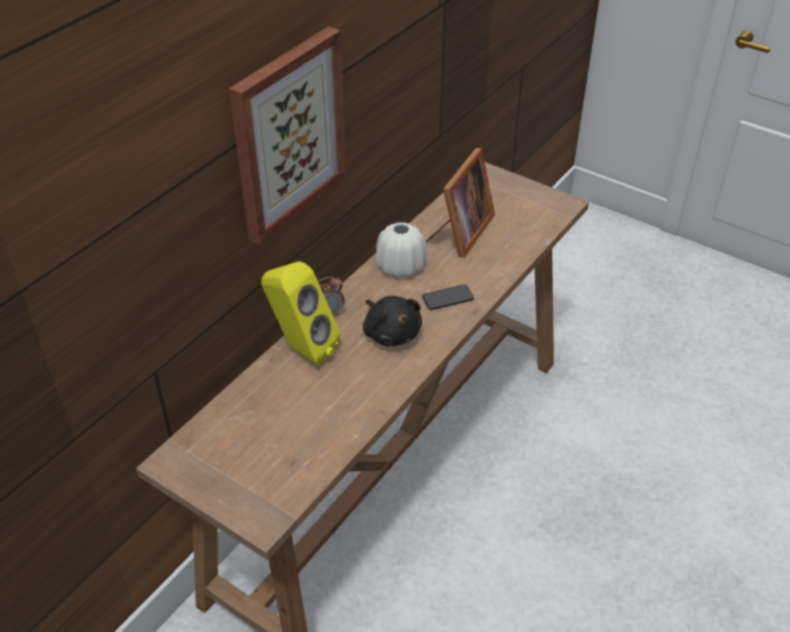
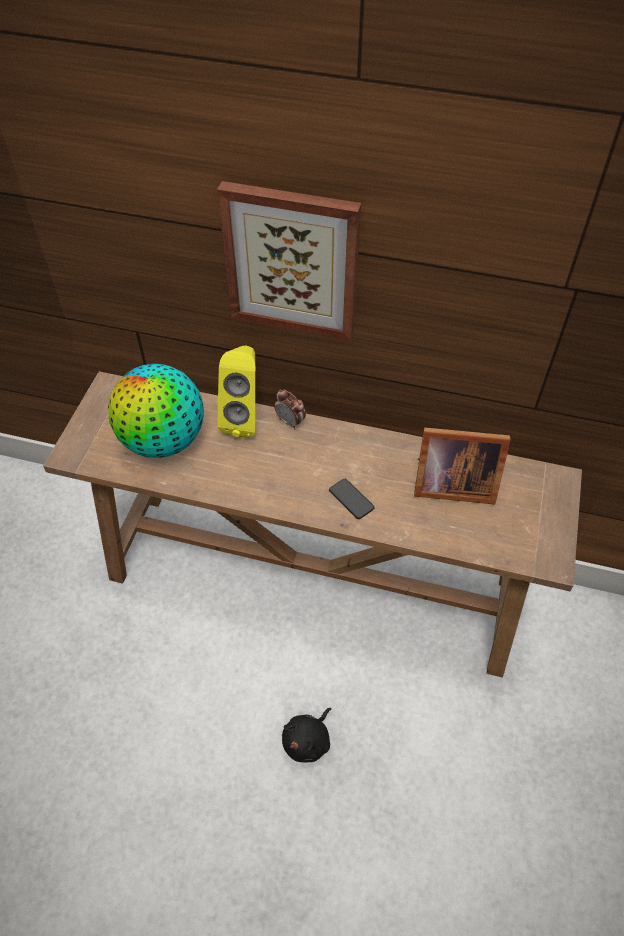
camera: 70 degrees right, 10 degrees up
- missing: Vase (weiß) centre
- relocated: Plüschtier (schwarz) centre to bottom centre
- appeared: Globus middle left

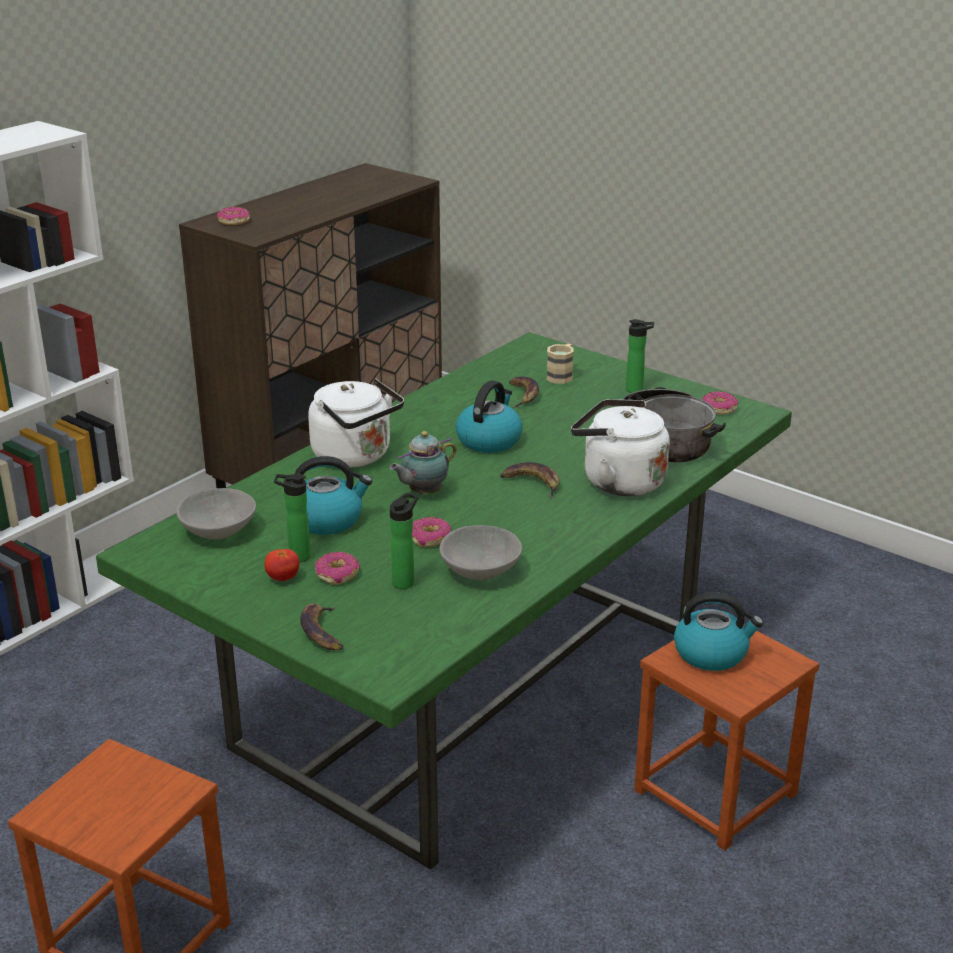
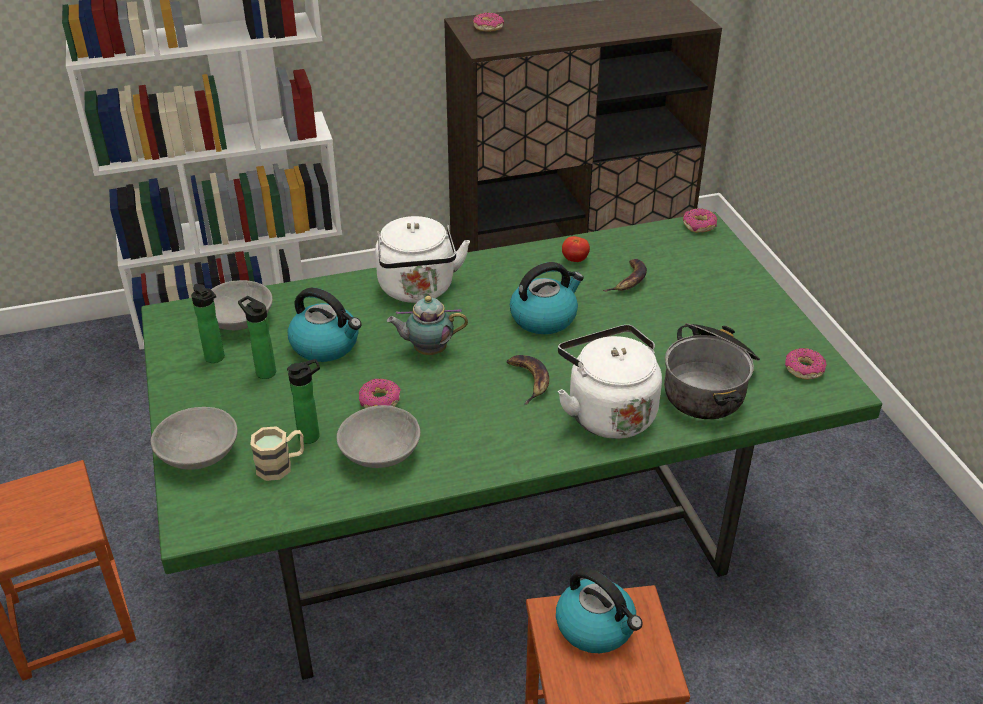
camera: 35 degrees right, 10 degrees up
- relocated: Flasche (no. 3 from left in the first image) middle right to Flasche (no. 1 from left) middle left
- relocated: Henkelbecher (beige) centre to middle left
- relocated: Tomate middle left to centre
- relocated: Donut (no. 2 from left in the first image) centre to Donut (no. 3 from left) top right
- exchanged: Banane (no. 1 from left) centre to Schüssel (grau) (no. 1 from left) middle left

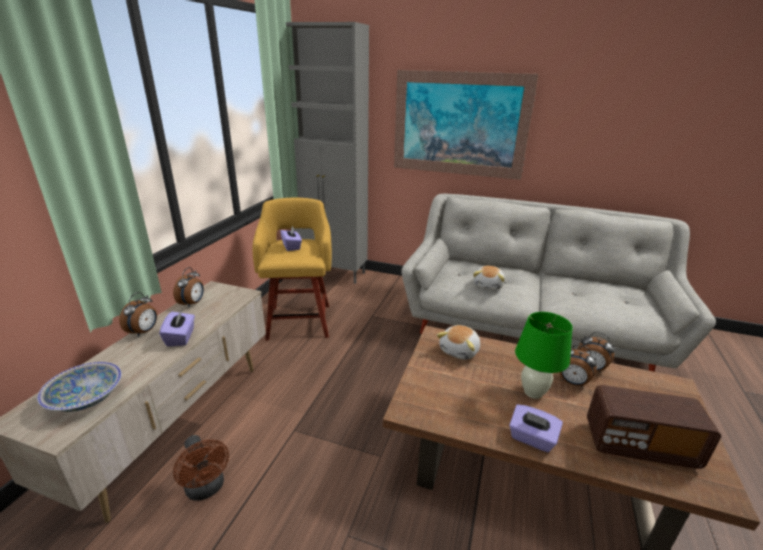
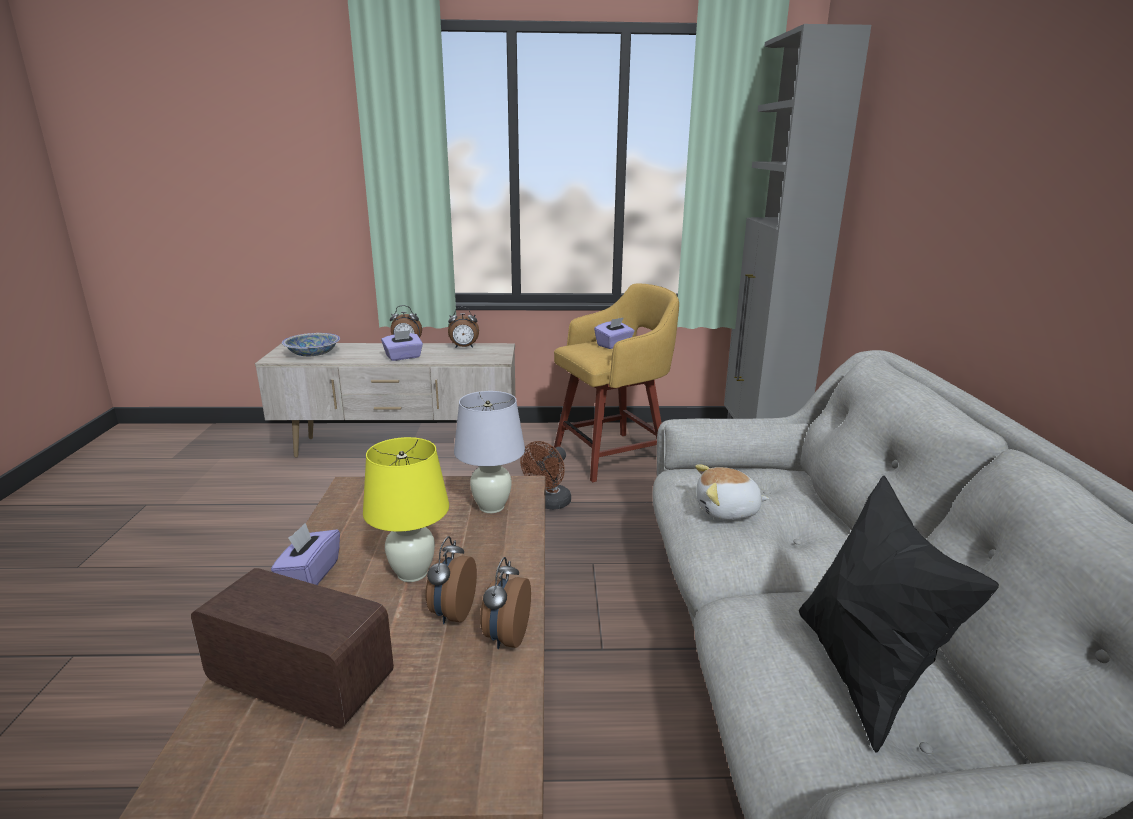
camera: 70 degrees right, 5 degrees down
- missing: Bild top centre
- colour: Tischlampe (grün) middle right to Tischlampe (gelb) centre
- exchanged: Plüschtier (no. 1 from left) centre to Tischlampe (weiß) centre
- spun: Radio bottom right = bottom left 120 degrees clockwise
- relocated: Ventilator (braun) bottom left to centre
- appeared: Kissen (schwarz) bottom right

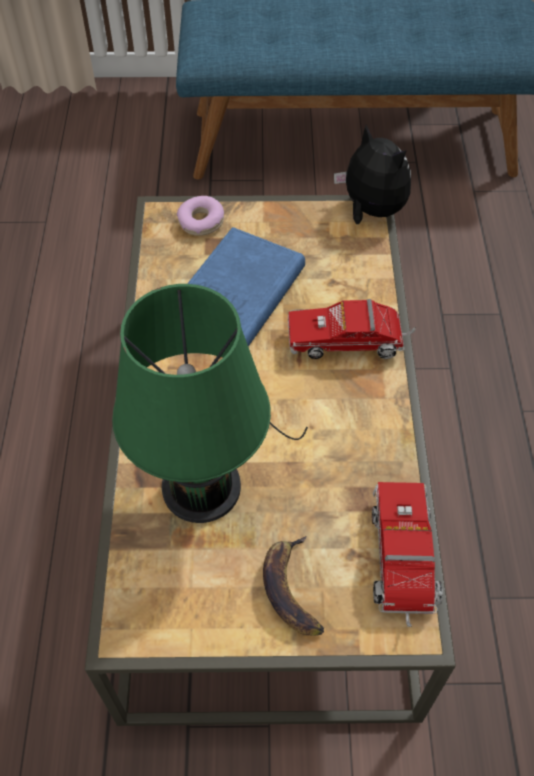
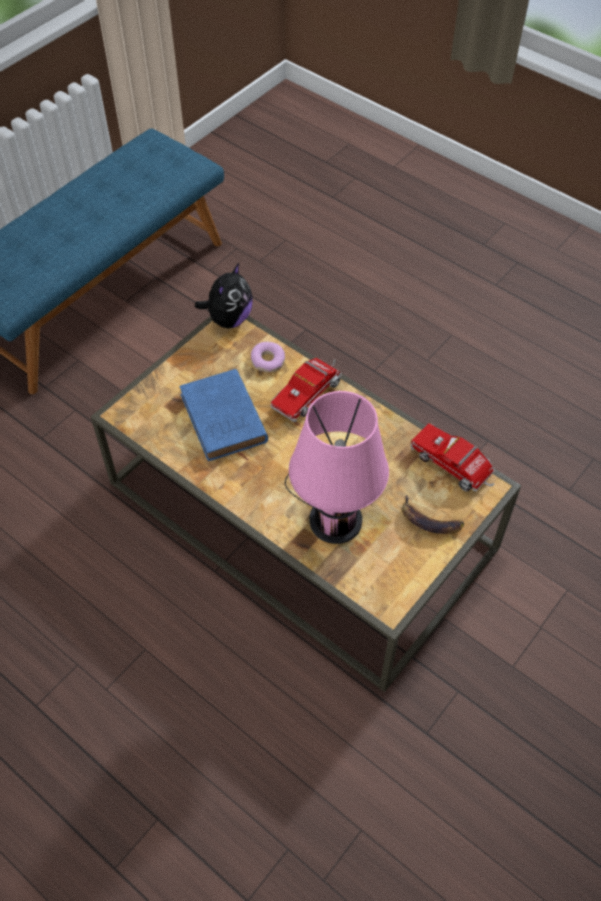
camera: 50 degrees left, 0 degrees up
- spun: Plüschtier top right = top centre 120 degrees clockwise
- relocated: Donut top centre to centre
- colour: Tischlampe (grün) centre to Tischlampe (rosa) centre

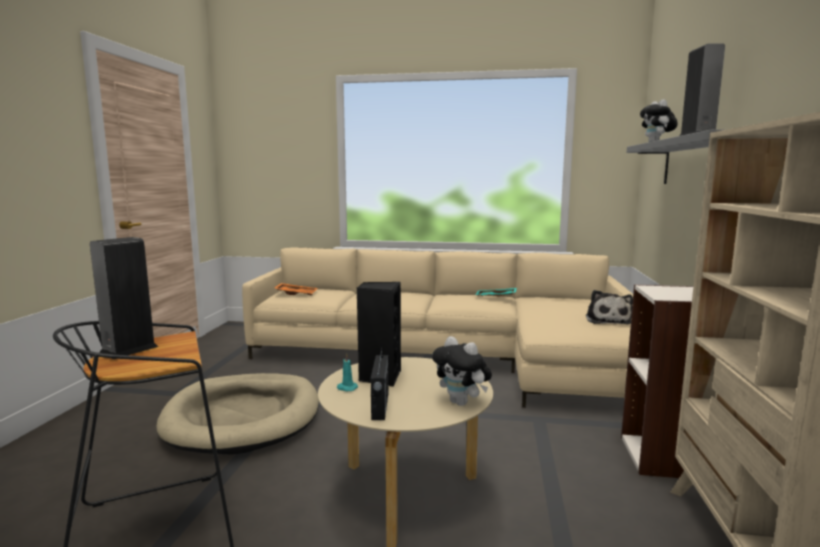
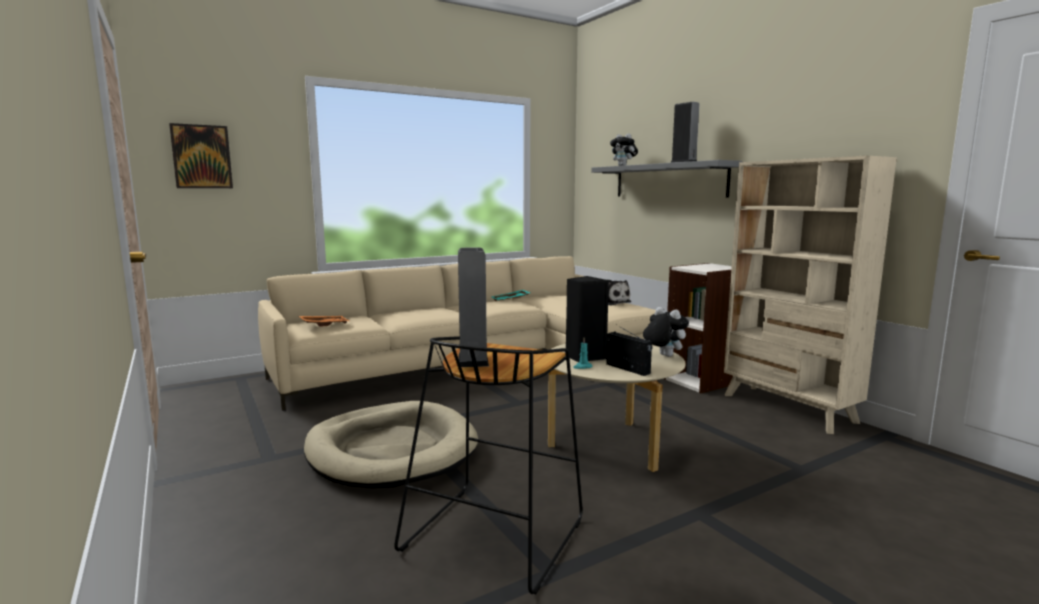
camera: 40 degrees left, 0 degrees up
- spun: Plüschtier (no. 1 from left in the first image) bottom centre = centre 135 degrees counterclockwise
- appeared: Bild top left

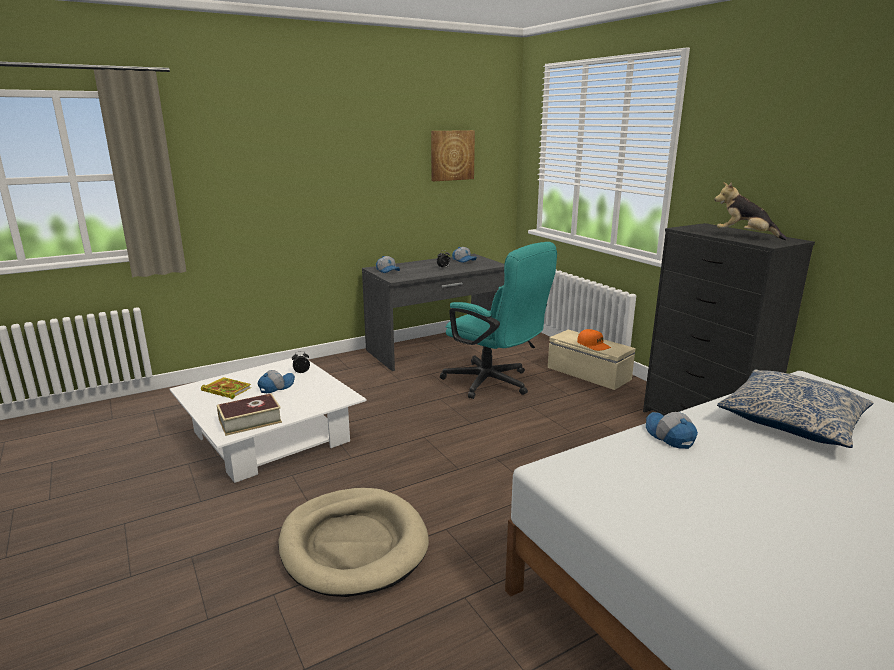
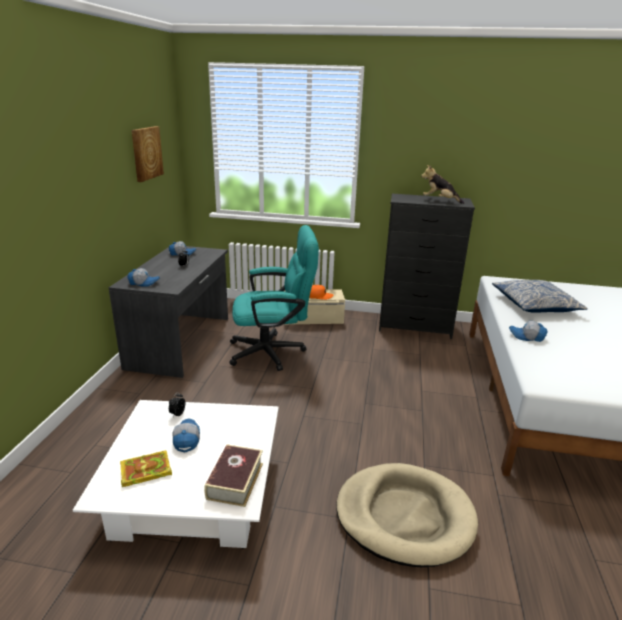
camera: 50 degrees left, 5 degrees up
- spun: Plüschtier top right = top right 45 degrees clockwise

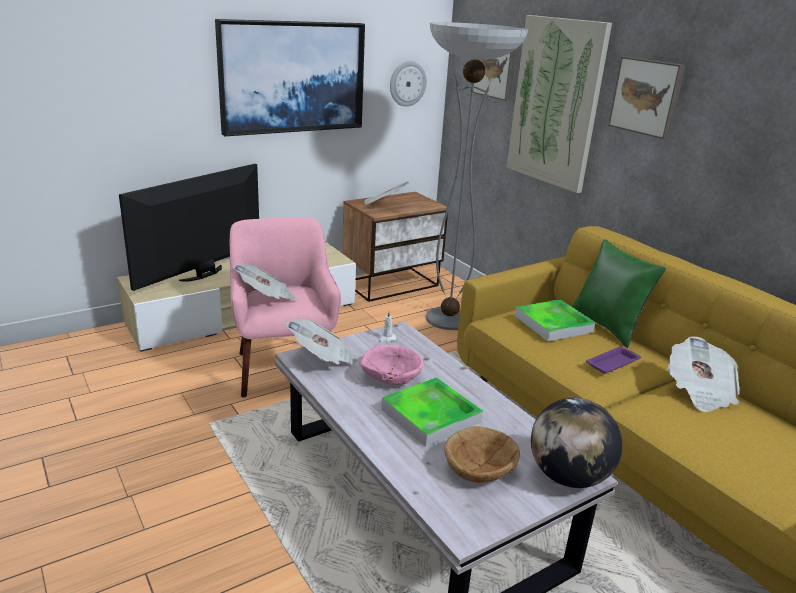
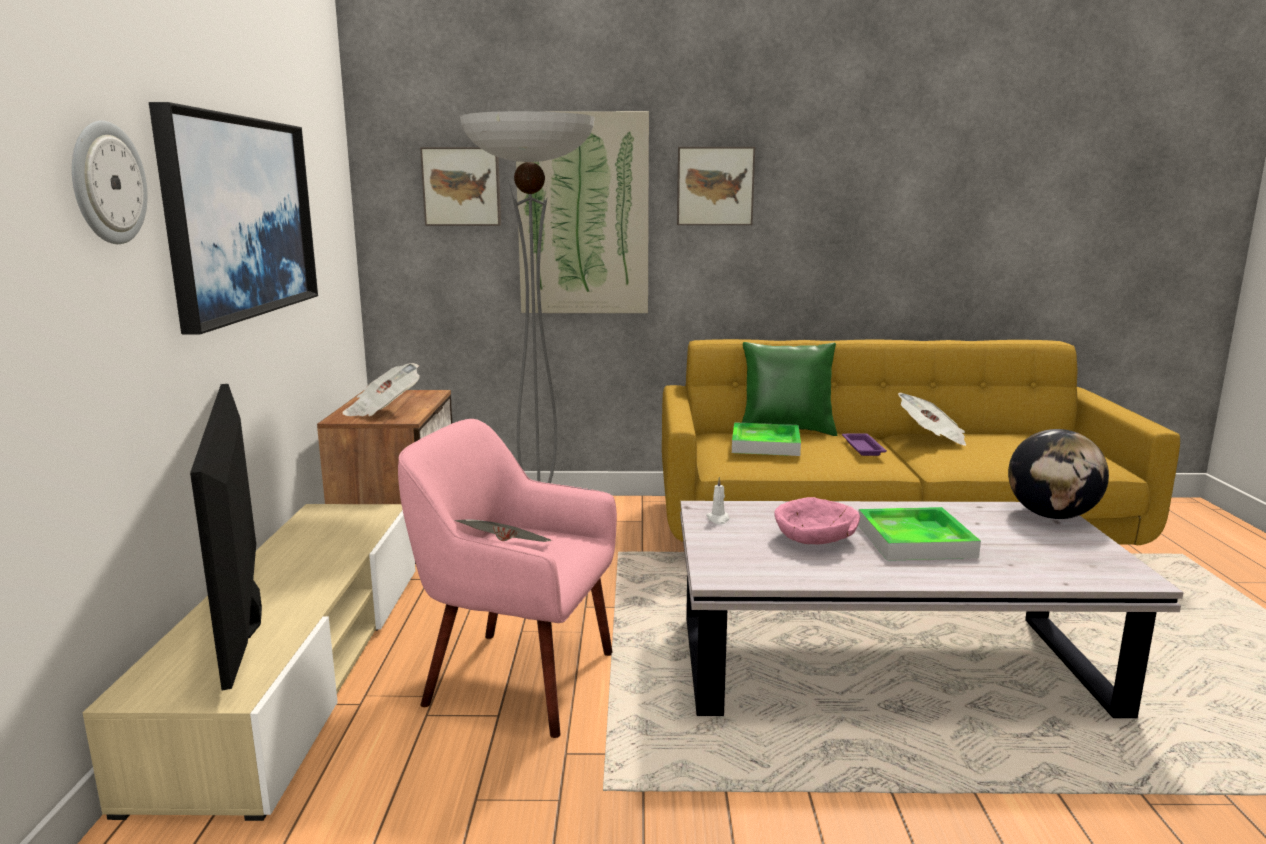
camera: 55 degrees left, 10 degrees down
- relocated: Wanduhr top centre to top left
- missing: Zeitung (no. 2 from left) centre
- missing: Schüssel (braun) bottom centre

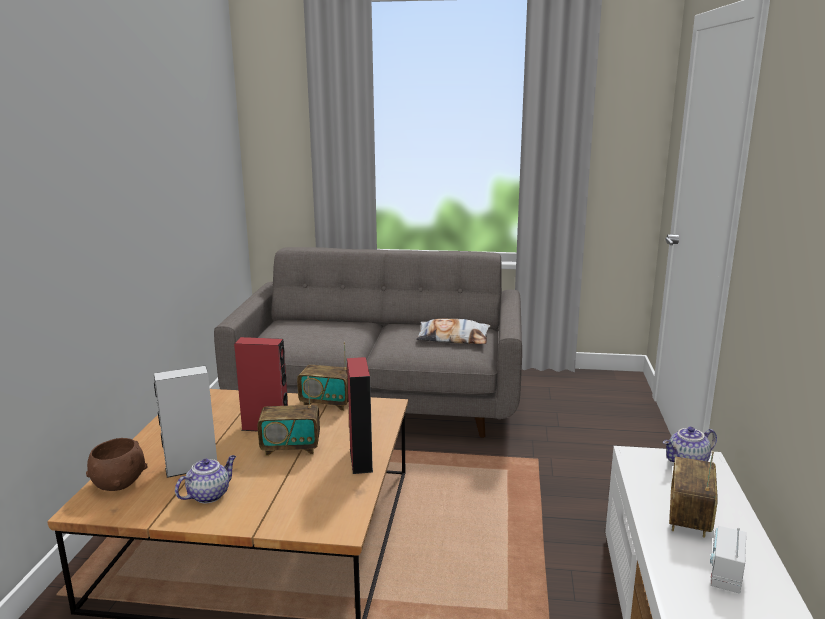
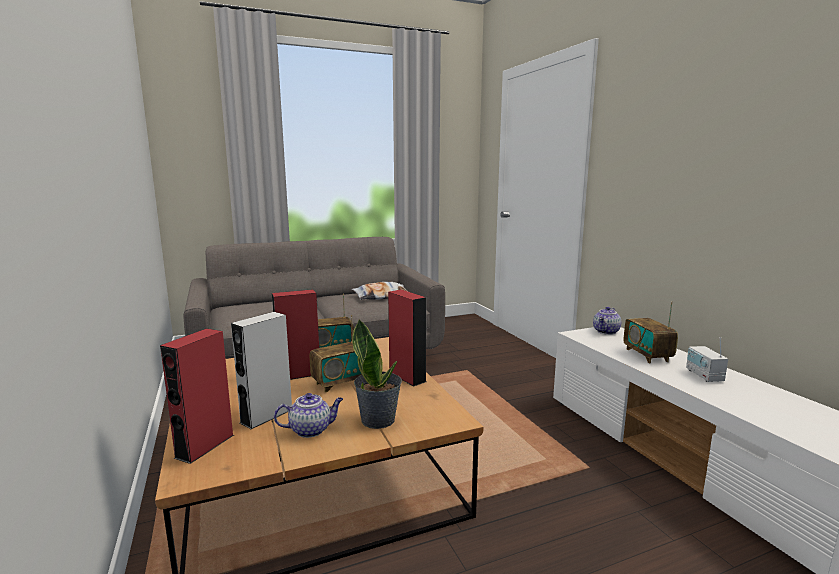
camera: 30 degrees left, 5 degrees down
- exchanged: Schüssel (braun) bottom left to Lautsprecher (rot) (no. 1 from left) bottom left
- spun: Teekanne (no. 1 from left) bottom left = bottom centre 60 degrees clockwise
- appeared: Topfpflanze centre

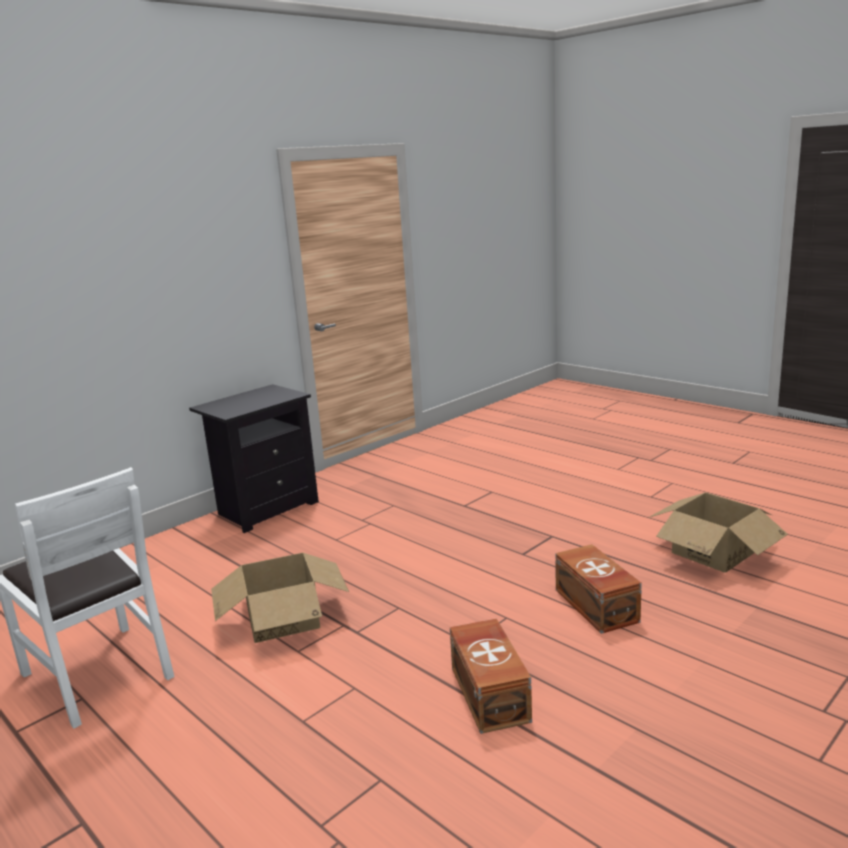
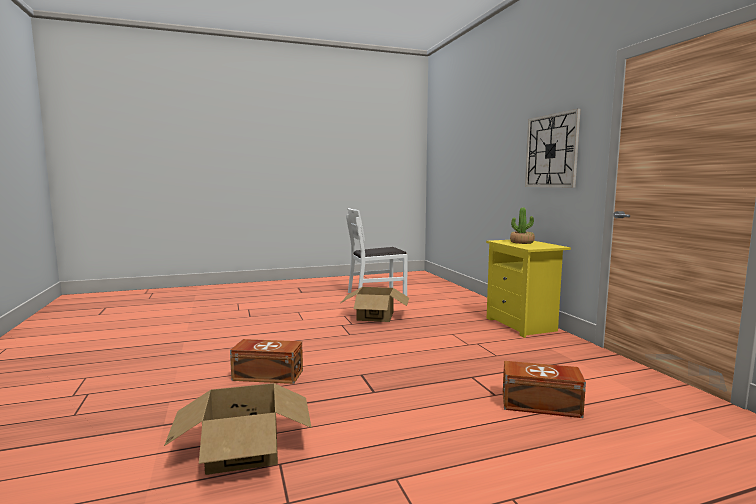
camera: 115 degrees right, 10 degrees down
- colour: Nachttisch (schwarz) middle left to Nachttisch (gelb) middle right
- relocated: Aufbewahrungsbox (braun) (no. 1 from left in the first image) bottom centre to Aufbewahrungsbox (braun) (no. 2 from left) bottom right
- appeared: Wanduhr top right
- appeared: Topfpflanze middle right

